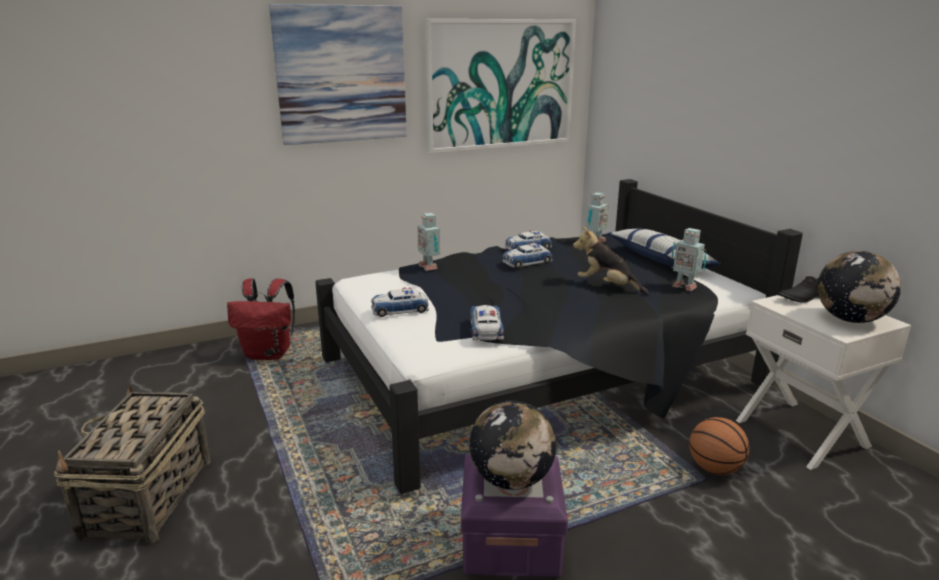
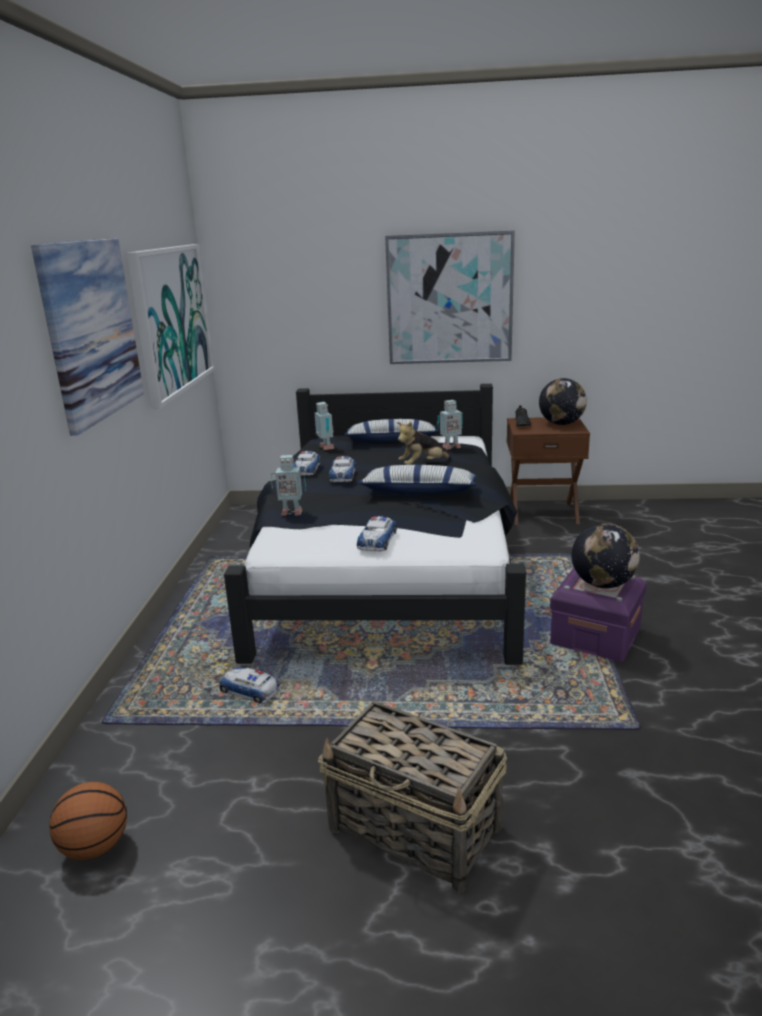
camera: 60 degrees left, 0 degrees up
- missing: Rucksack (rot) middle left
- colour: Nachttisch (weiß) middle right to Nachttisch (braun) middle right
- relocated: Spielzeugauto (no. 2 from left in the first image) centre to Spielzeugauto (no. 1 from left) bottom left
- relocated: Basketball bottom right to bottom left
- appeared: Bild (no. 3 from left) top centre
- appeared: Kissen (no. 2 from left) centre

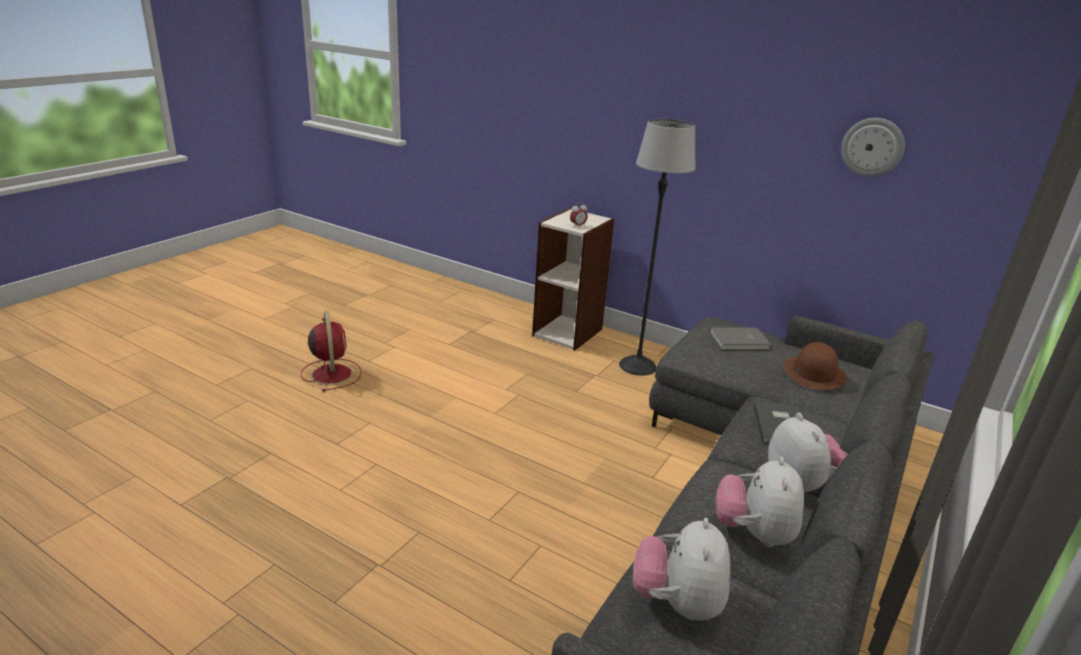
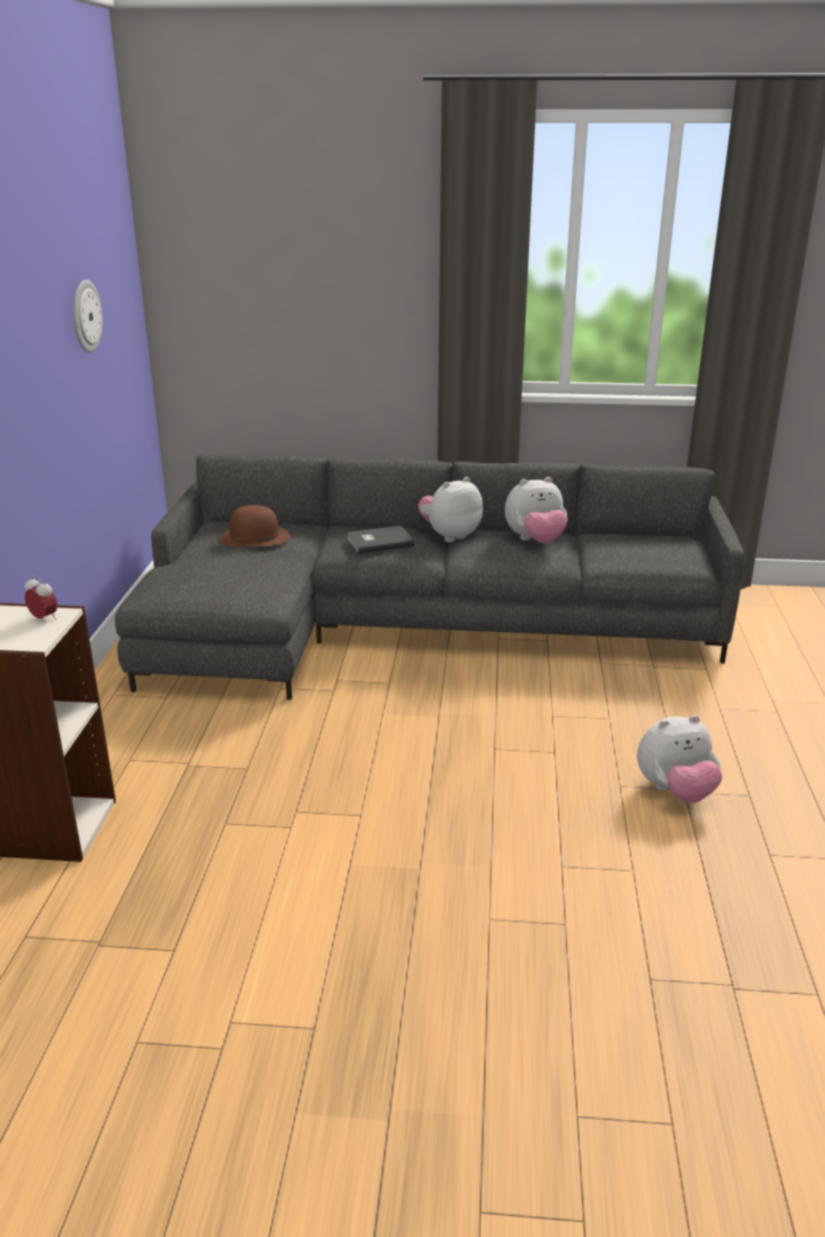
camera: 115 degrees left, 0 degrees up
- missing: Stehlampe centre
- missing: Ventilator (rot) middle left
- missing: Buch (grau) (no. 1 from left) middle right
- relocated: Plüschtier (no. 1 from left in the first image) bottom centre to Plüschtier (no. 3 from left) middle right

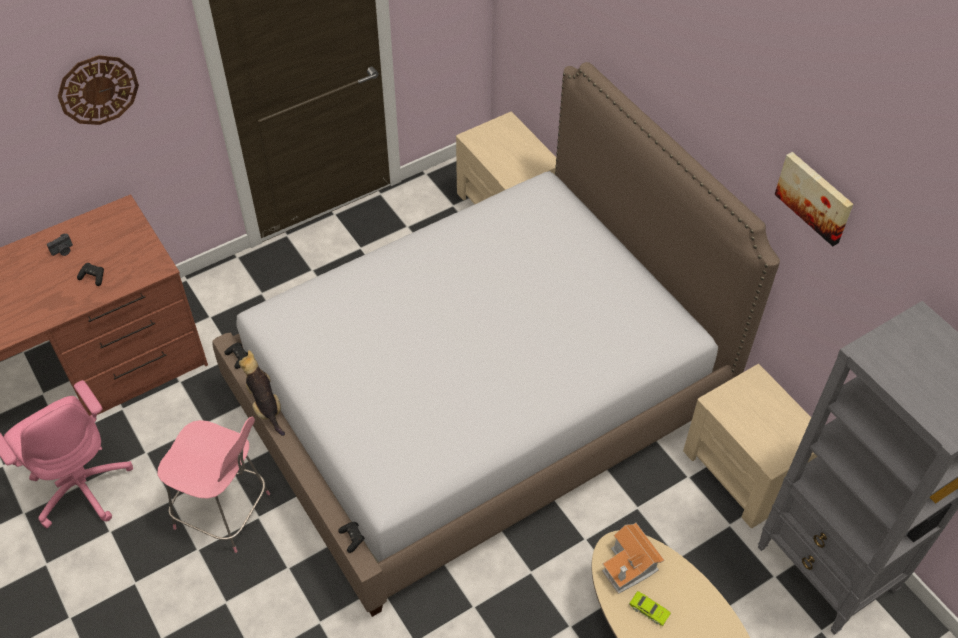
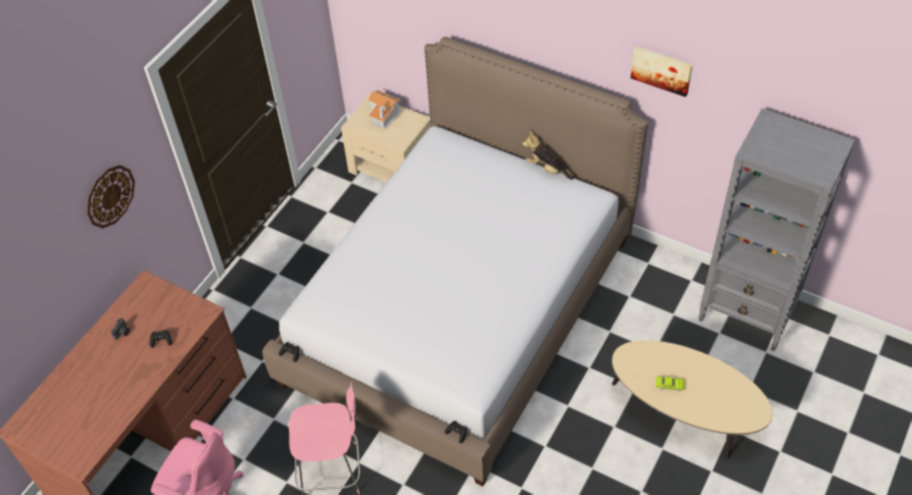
camera: 25 degrees left, 0 degrees up
- relocated: Plüschtier middle left to top centre
- missing: Nachttisch (beige) (no. 2 from left) bottom right
- relocated: Spielzeughaus bottom centre to top centre

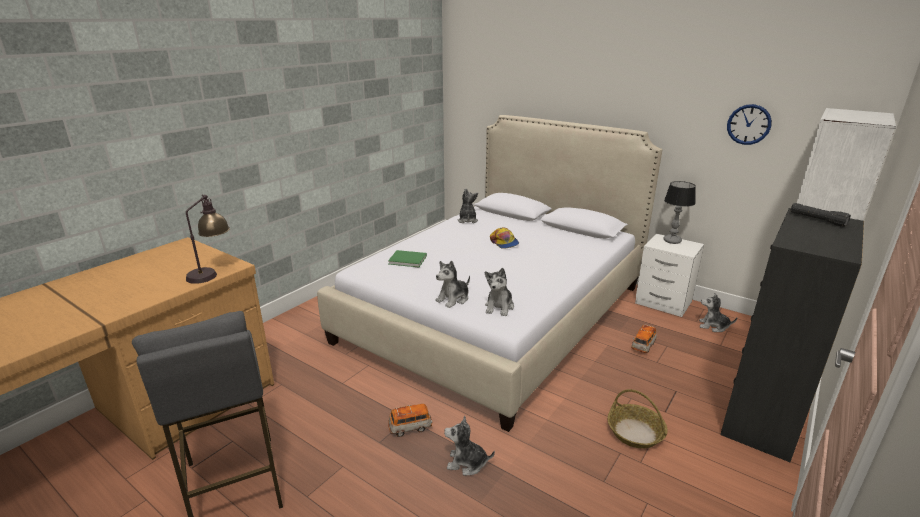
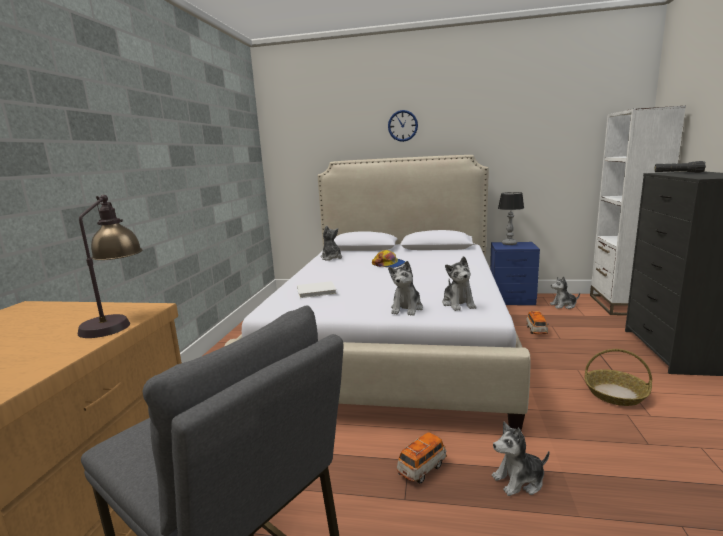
camera: 25 degrees left, 10 degrees down
- relocated: Wanduhr top right to top centre
- colour: Nachttisch (weiß) middle right to Nachttisch (blau) middle right
- colour: Buch (grün) centre to Buch (weiß) centre

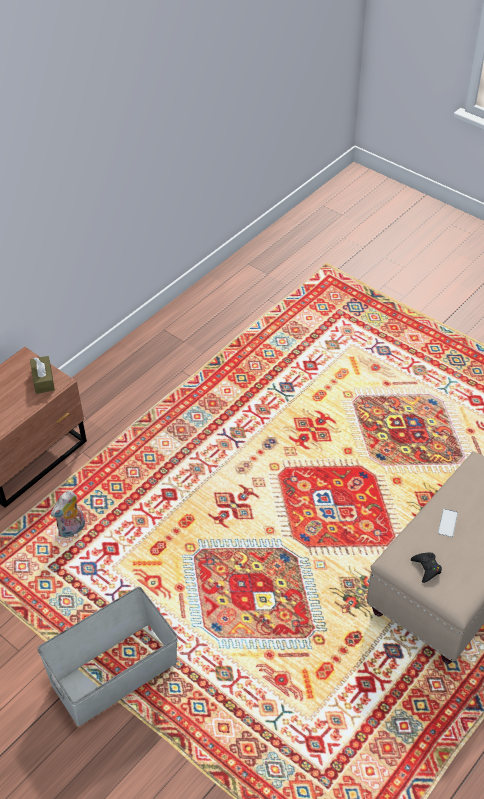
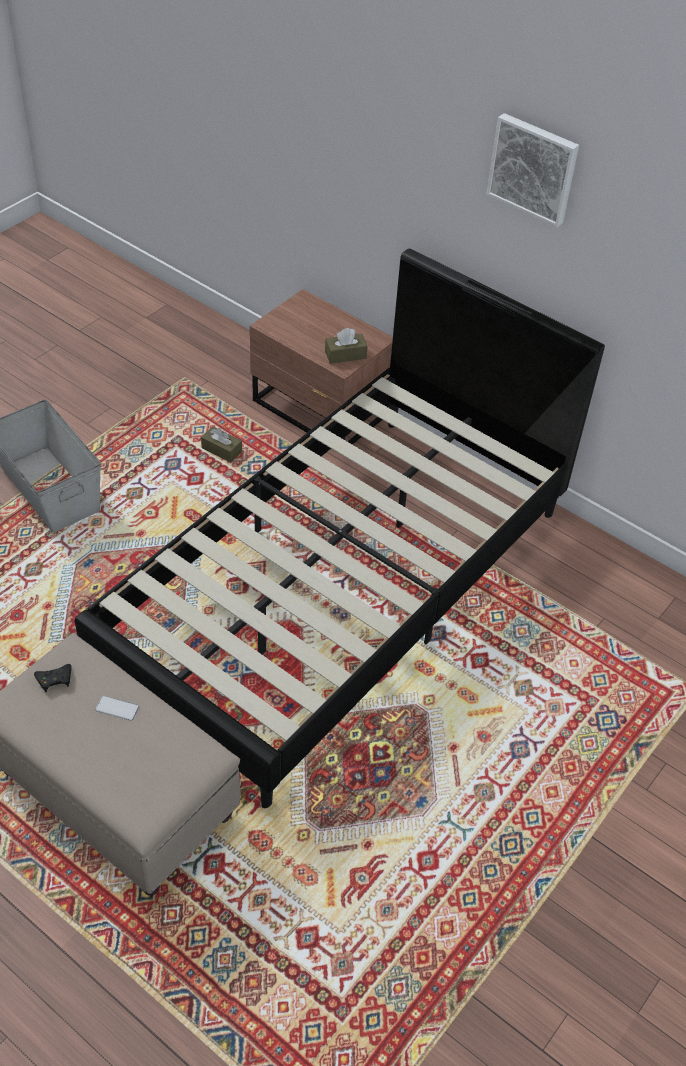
camera: 85 degrees right, 0 degrees up
- exchanged: Plüschtier middle left to Taschentuchbox (braun) (no. 1 from left) middle left
- appeared: Bild top right
- appeared: Bett (schwarz) centre

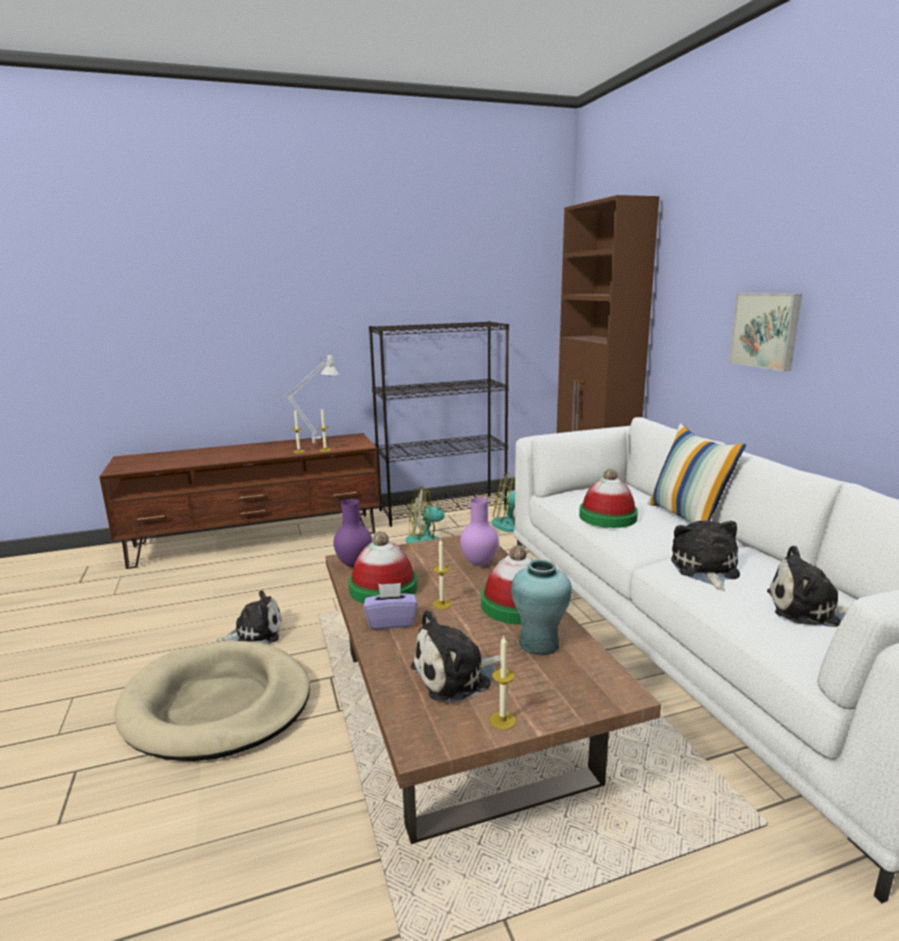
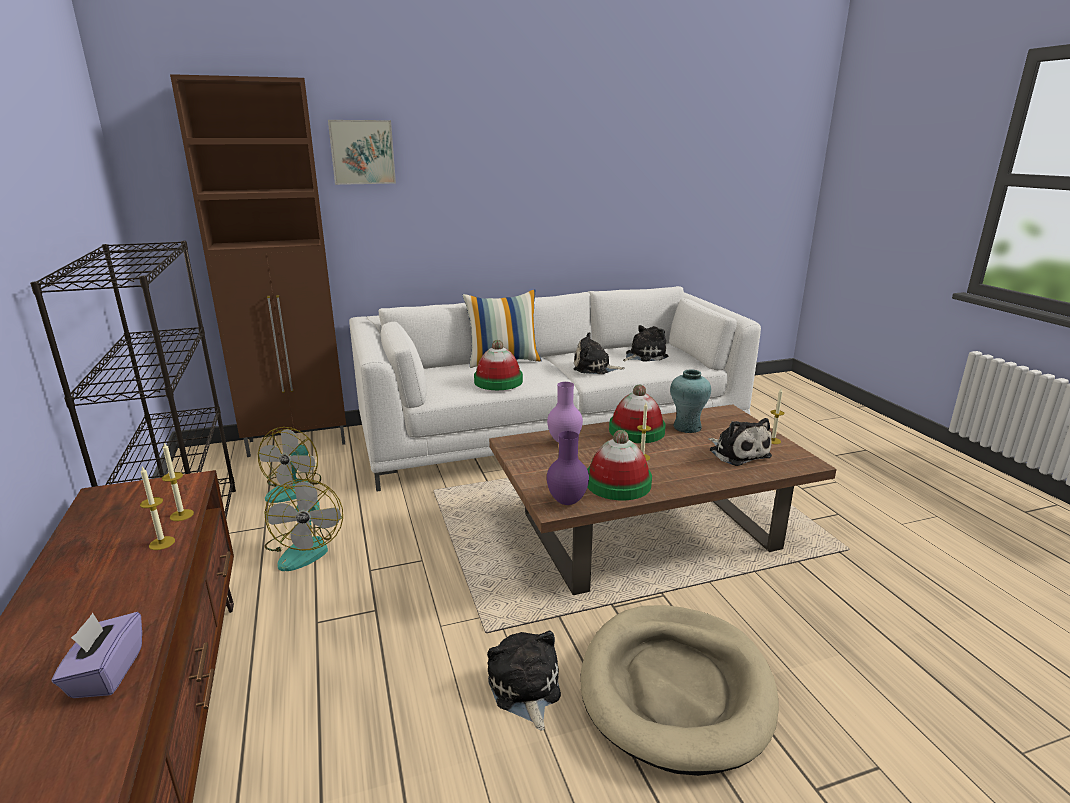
camera: 90 degrees left, 5 degrees up
- relocated: Bild middle right to top centre
- missing: Tischlampe (grau) centre
- spun: Plüschtier (no. 4 from left in the first image) middle right = centre 135 degrees counterclockwise
- relocated: Taschentuchbox (lila) centre to bottom left

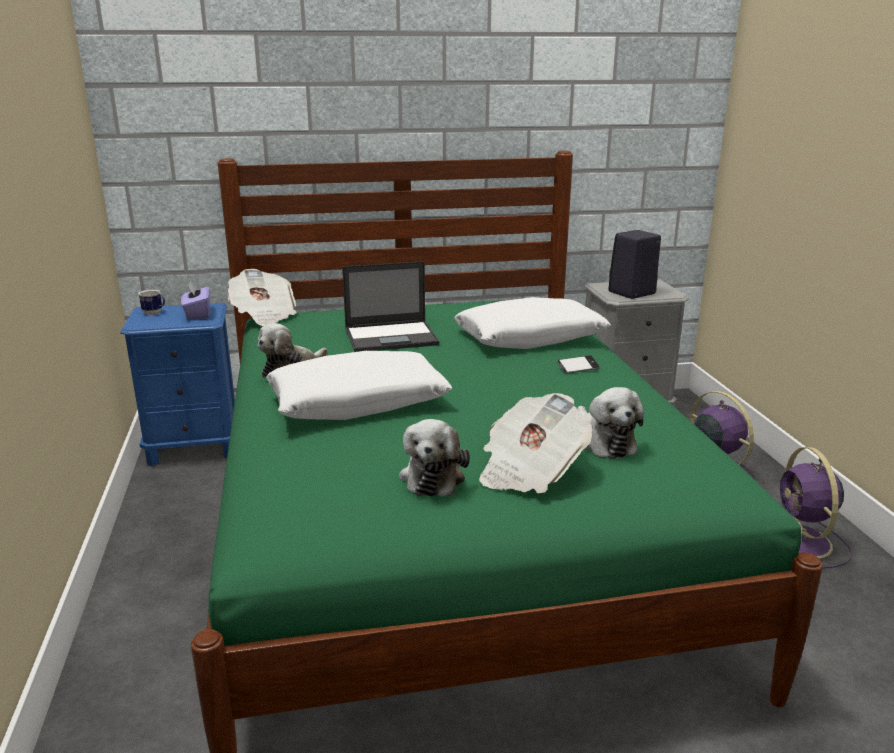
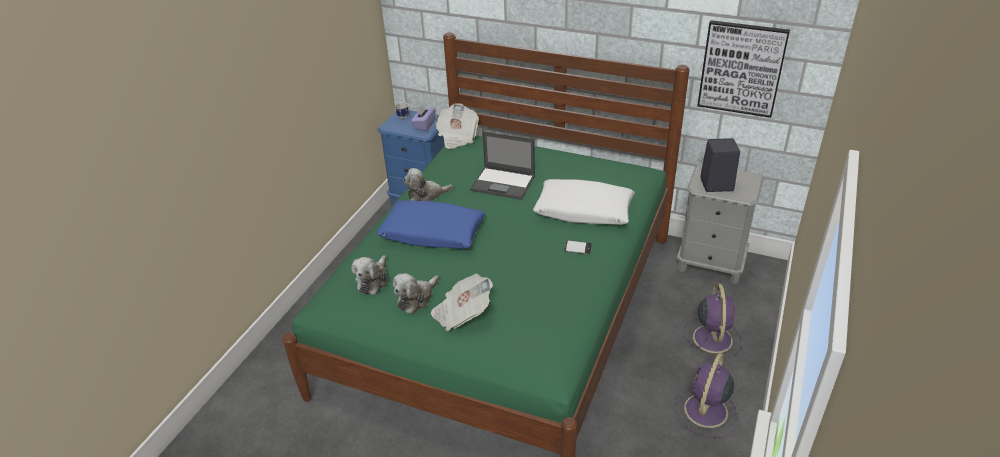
camera: 35 degrees right, 15 degrees up
- colour: Kissen (weiß) (no. 1 from left) centre to Kissen (blau) centre
- relocated: Plüschtier (no. 3 from left in the first image) middle right to Plüschtier (no. 1 from left) centre
- appeared: Bild top right

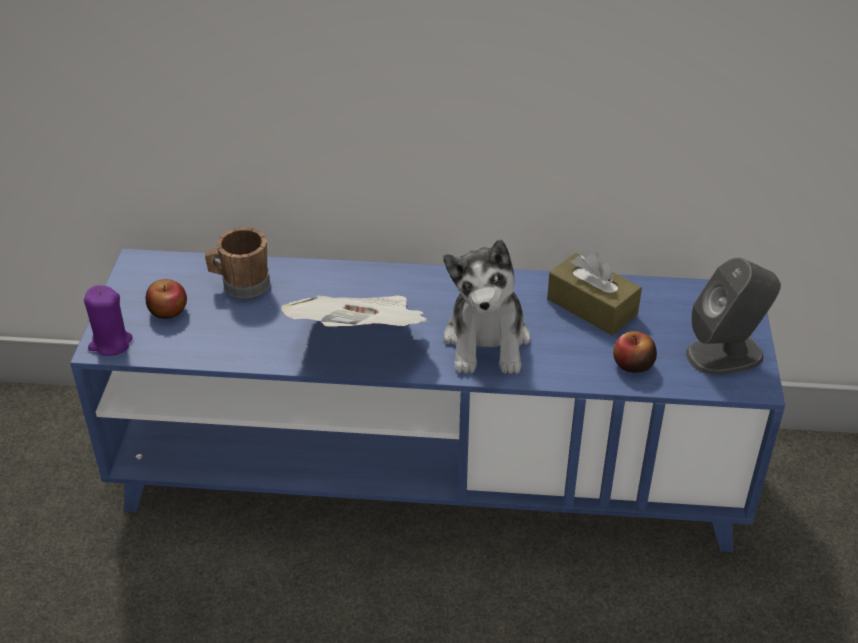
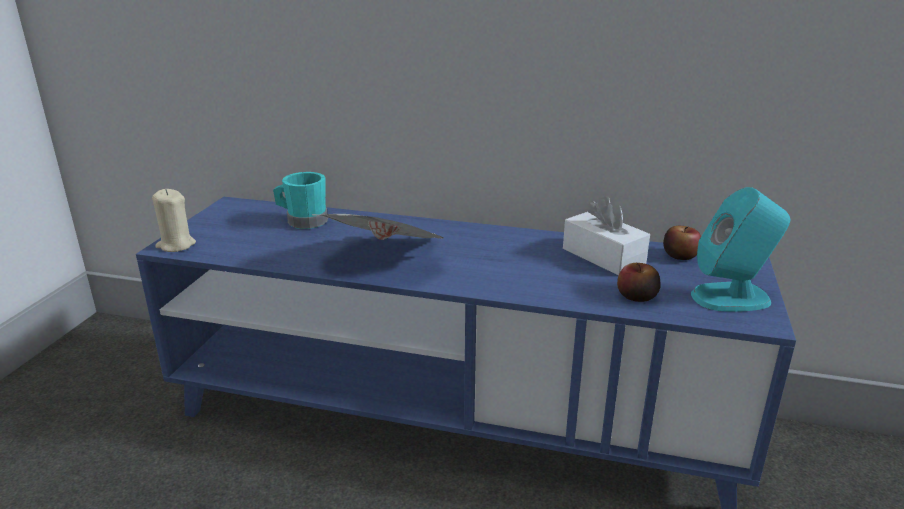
camera: 10 degrees right, 15 degrees down
- colour: Henkelbecher (braun) middle left to Henkelbecher (türkis) middle left
- missing: Plüschtier centre
- colour: Taschentuchbox (braun) middle right to Taschentuchbox (weiß) middle right
- colour: Lautsprecher (grau) middle right to Lautsprecher (türkis) middle right
- relocated: Apfel (no. 1 from left in the first image) middle left to Apfel (no. 2 from left) middle right
- colour: Kerze (lila) middle left to Kerze (beige) middle left

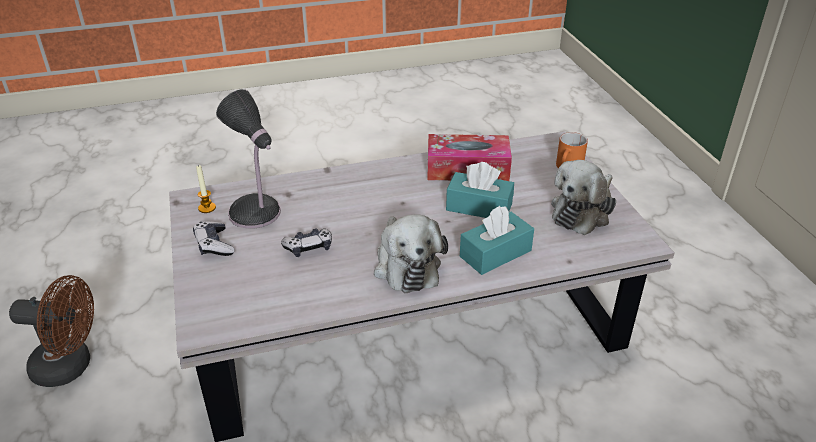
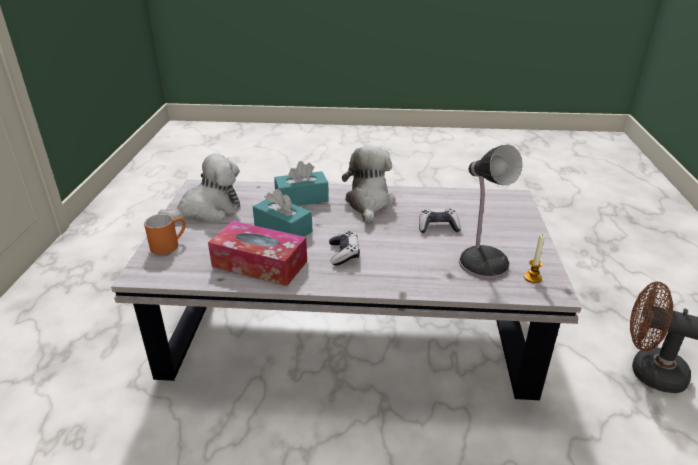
camera: 160 degrees left, 5 degrees down
- relocated: Gamepad (no. 1 from left) middle left to centre

